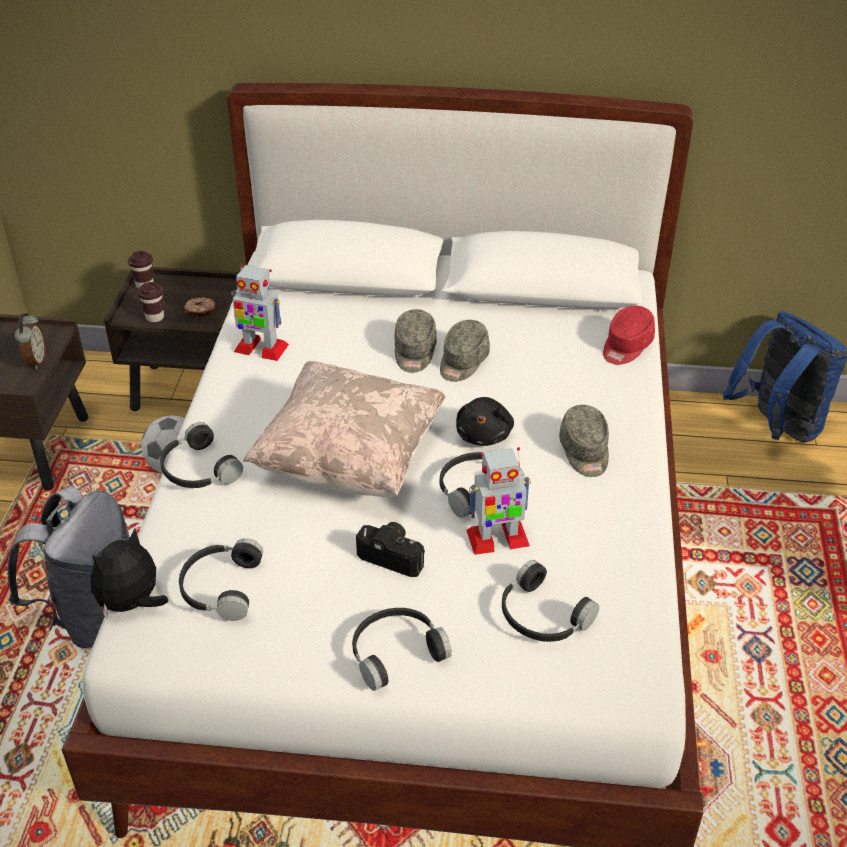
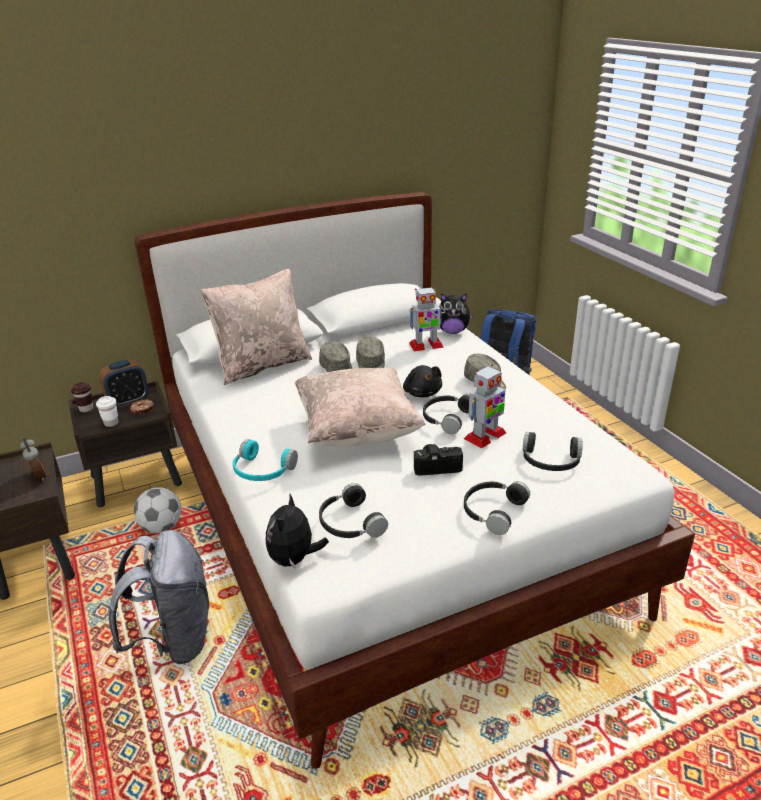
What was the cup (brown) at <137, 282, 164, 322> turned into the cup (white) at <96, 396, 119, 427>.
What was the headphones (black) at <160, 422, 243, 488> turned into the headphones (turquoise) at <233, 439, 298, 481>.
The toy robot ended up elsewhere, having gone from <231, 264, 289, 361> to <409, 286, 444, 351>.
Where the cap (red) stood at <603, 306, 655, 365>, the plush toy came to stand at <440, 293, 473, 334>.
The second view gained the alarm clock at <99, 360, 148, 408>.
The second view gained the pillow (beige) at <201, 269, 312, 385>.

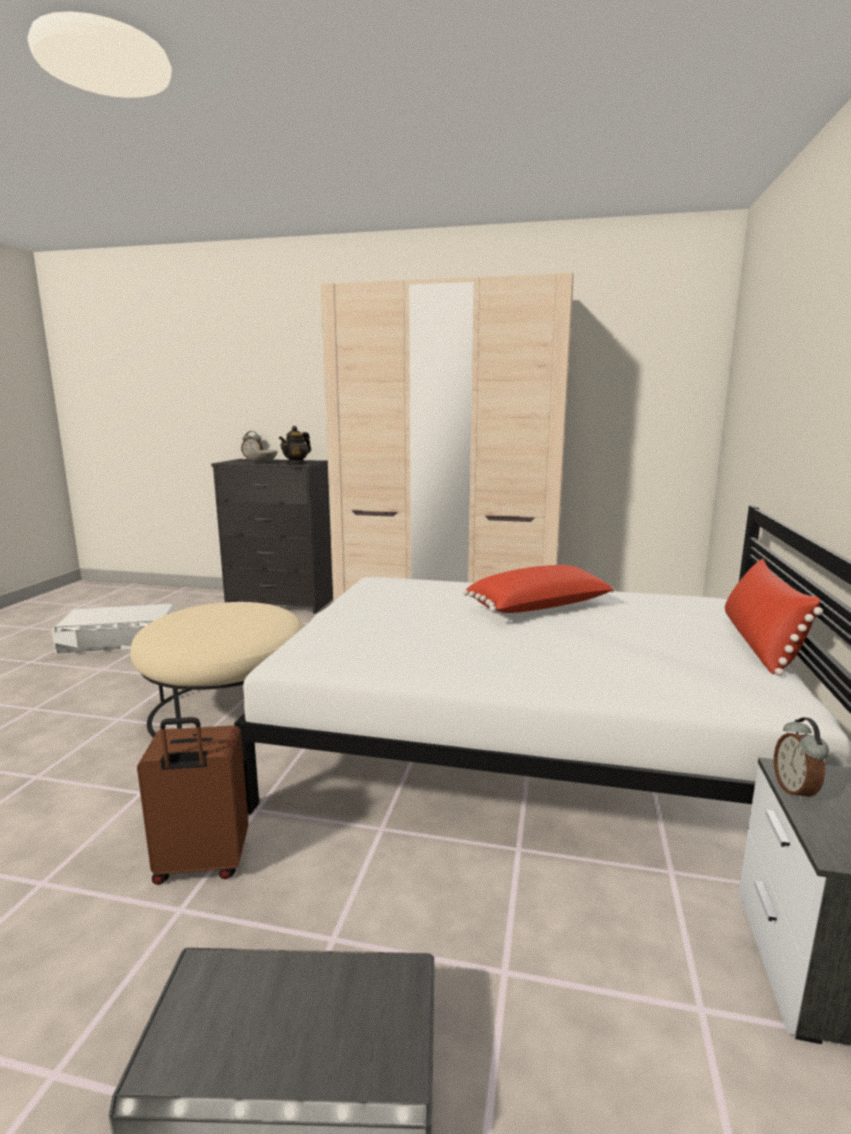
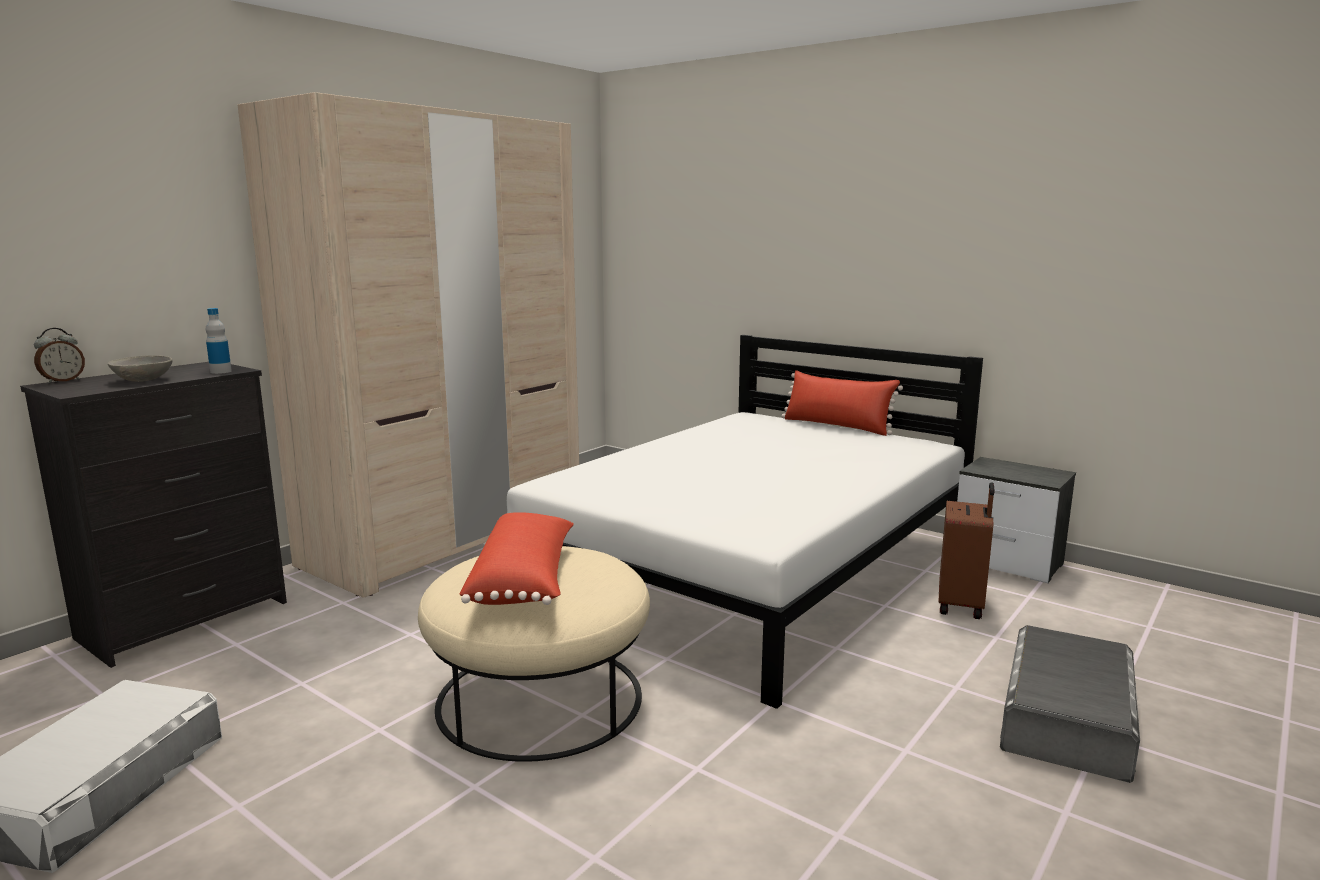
The suitcase (brown) ended up elsewhere, having gone from <137, 717, 249, 885> to <939, 482, 995, 619>.
Where the teapot stood at <279, 426, 311, 465>, the bottle came to stand at <206, 308, 232, 374>.
The pillow (red) ended up elsewhere, having gone from <463, 565, 614, 613> to <460, 512, 574, 605>.
The second view lost the alarm clock at <774, 717, 829, 802>.

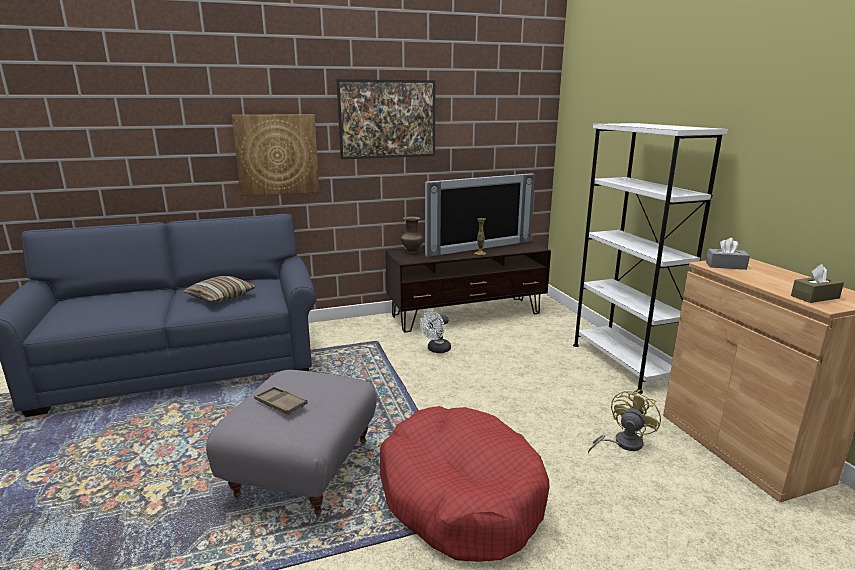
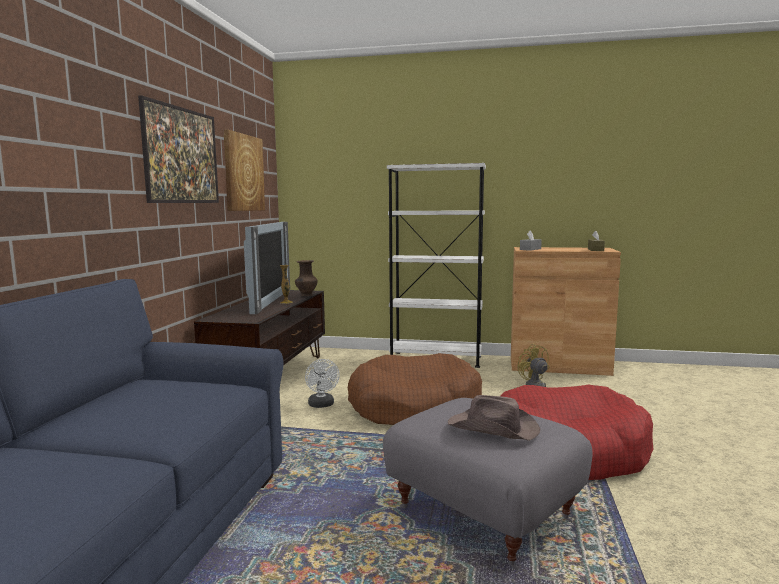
The second view lost the pillow at <183, 276, 256, 303>.
The picture ended up elsewhere, having gone from <232, 115, 319, 196> to <224, 130, 265, 211>.
Where the tray (brown) stood at <254, 386, 308, 415>, the hat (brown) came to stand at <448, 395, 540, 441>.
The vase (brown) ended up elsewhere, having gone from <401, 217, 423, 253> to <295, 260, 318, 296>.
The second view gained the dog bed (brown) at <348, 353, 482, 425>.

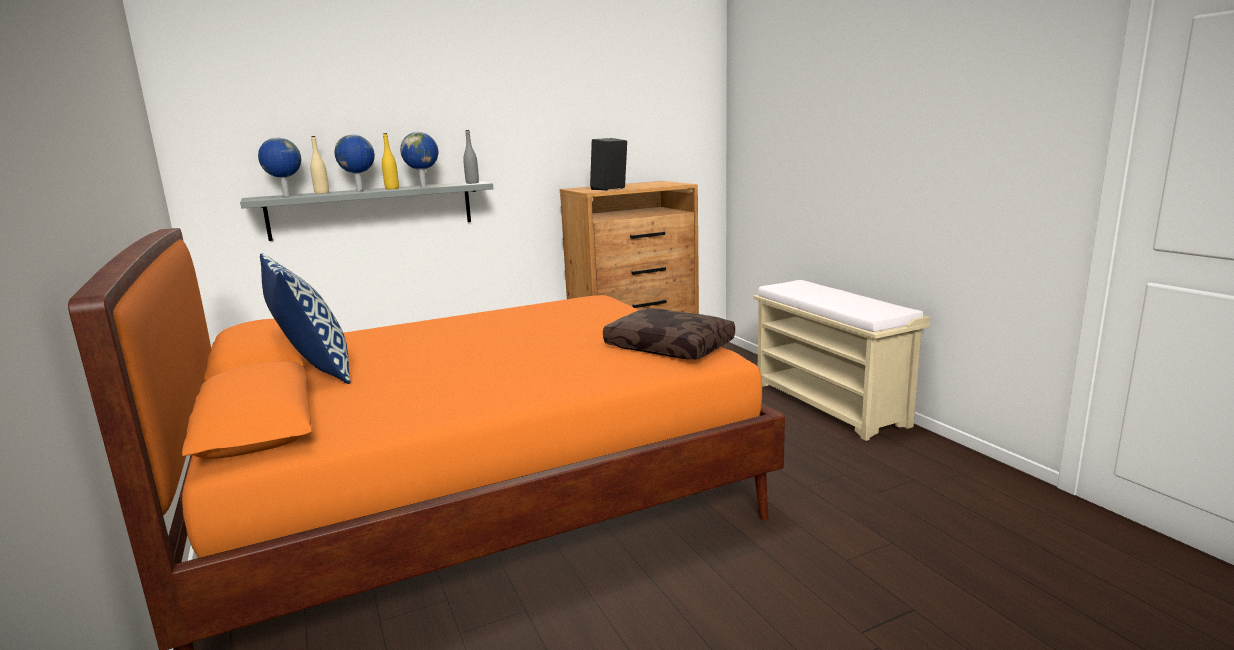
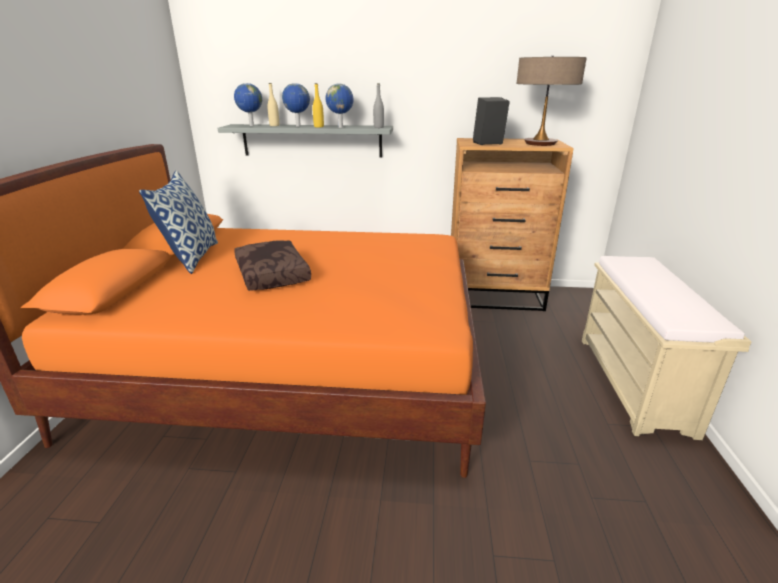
The pillow (brown) ended up elsewhere, having gone from <603, 308, 735, 359> to <234, 240, 311, 291>.
The second view gained the table lamp at <517, 56, 587, 146>.

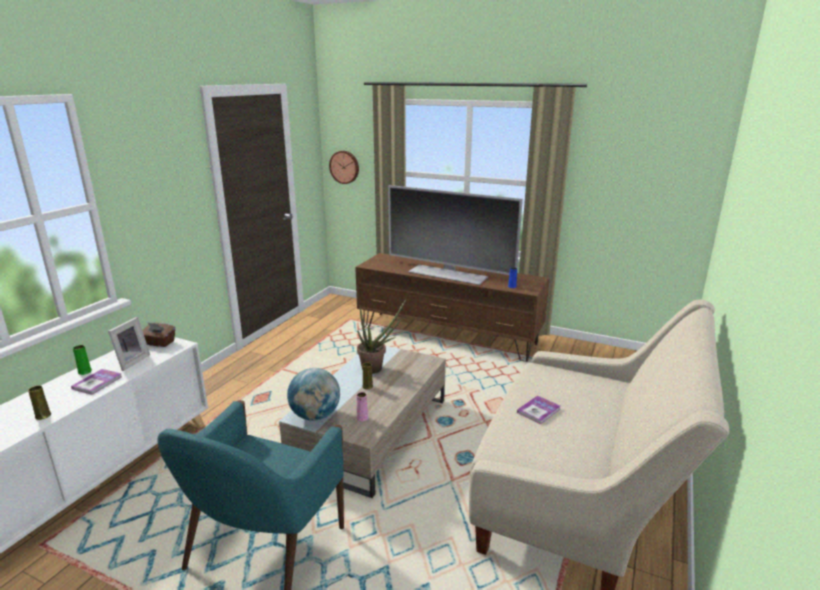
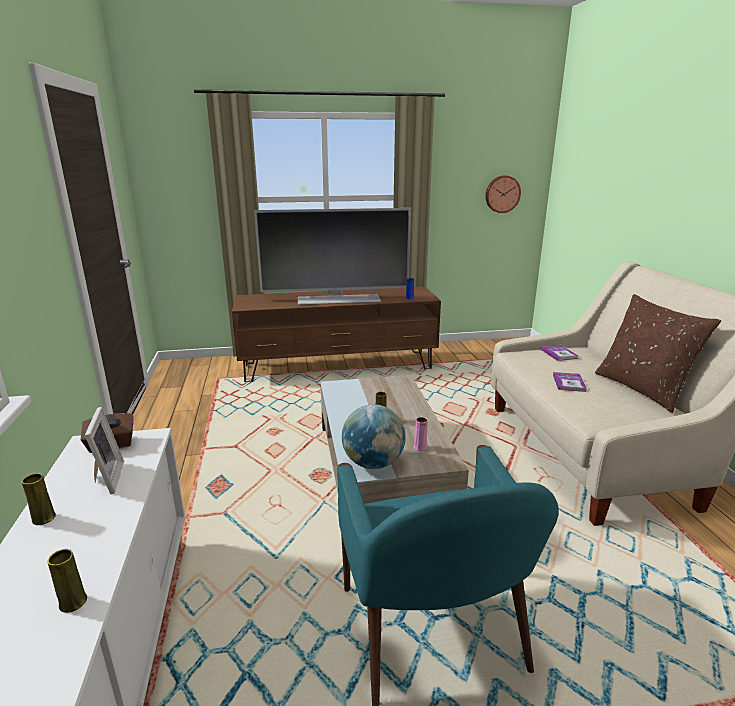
The book ended up elsewhere, having gone from <71, 369, 122, 395> to <540, 345, 578, 361>.
What was the vase (green) at <73, 345, 92, 375> turned into the vase (yellow) at <22, 473, 56, 525>.
The wall clock ended up elsewhere, having gone from <329, 151, 359, 184> to <485, 176, 521, 213>.
The second view lost the potted plant at <357, 300, 406, 374>.
The second view gained the pillow (brown) at <595, 294, 721, 413>.

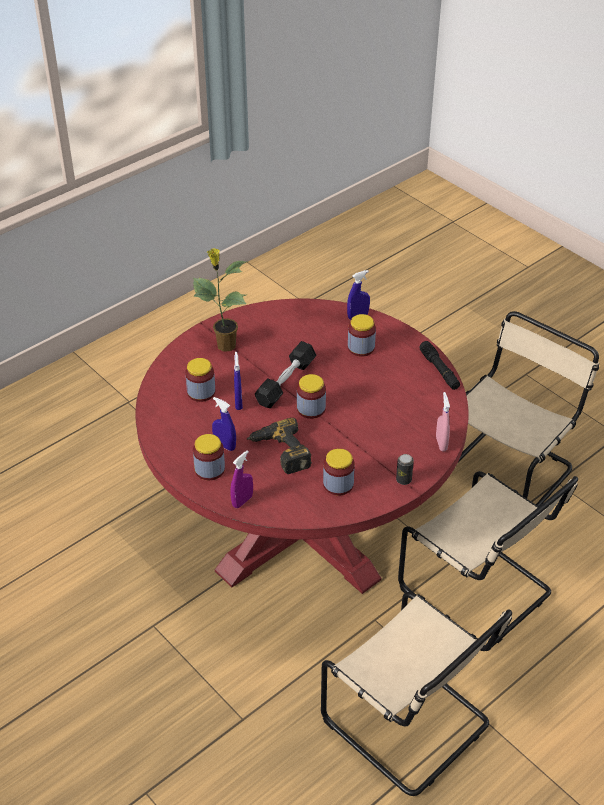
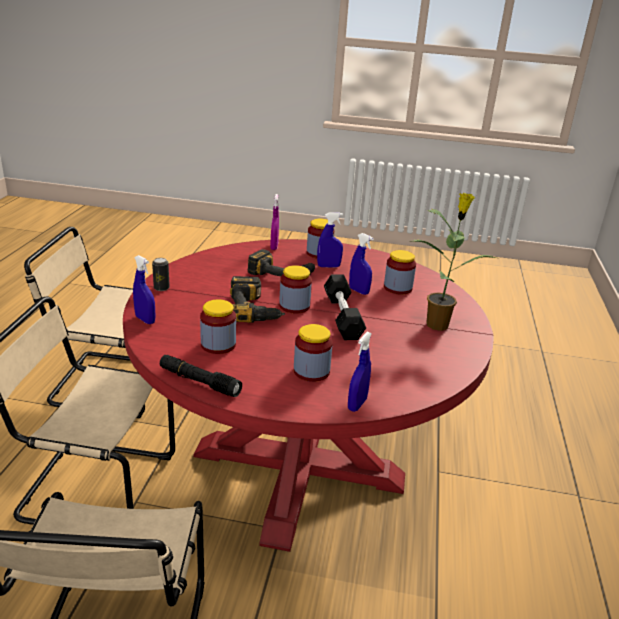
The jar ended up elsewhere, having gone from <323, 448, 355, 495> to <200, 299, 236, 354>.
What was the spray bottle (pink) at <436, 392, 450, 451> turned into the spray bottle (blue) at <133, 255, 156, 324>.
The second view gained the power drill at <230, 276, 285, 323>.

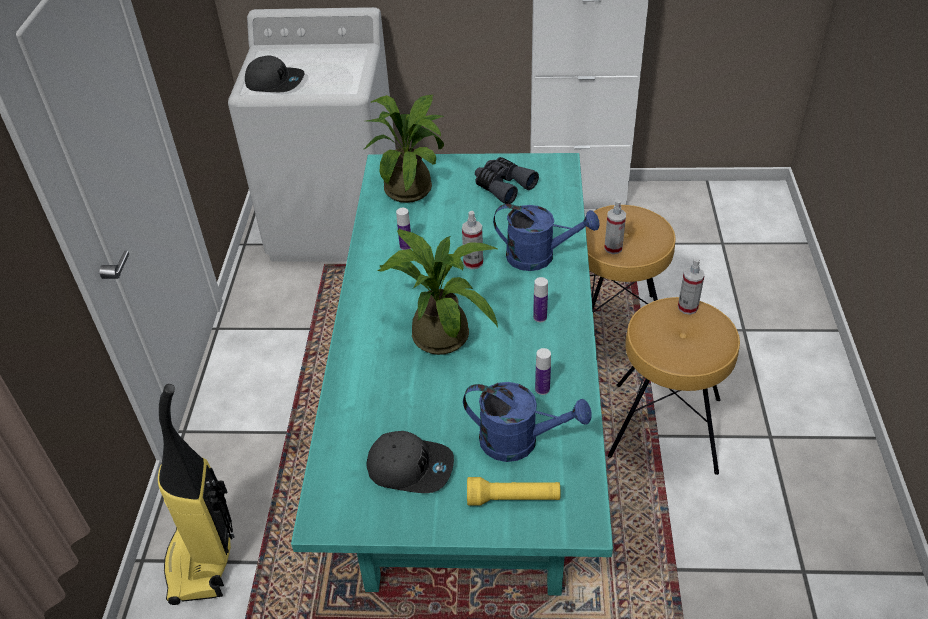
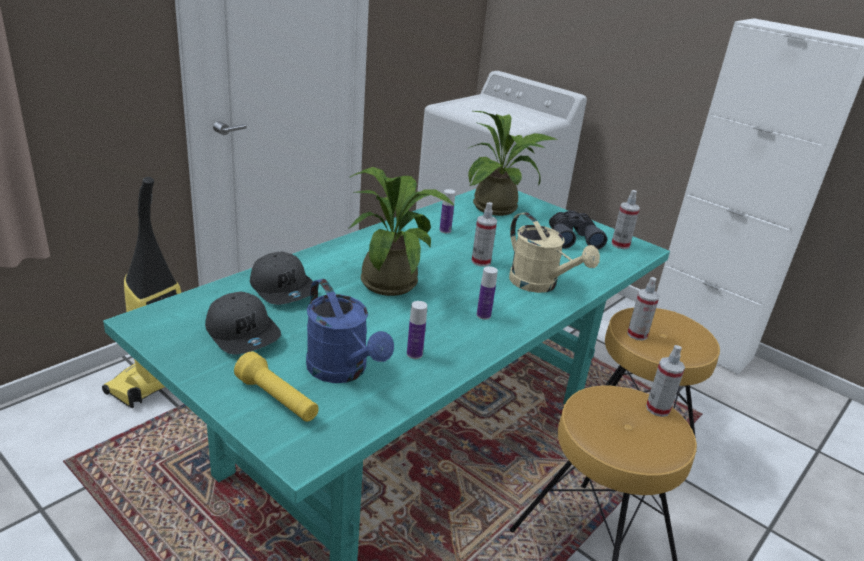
The cap (grey) ended up elsewhere, having gone from <245, 55, 305, 92> to <250, 252, 313, 305>.
What was the watering can (blue) at <493, 204, 599, 271> turned into the watering can (beige) at <509, 212, 600, 293>.
The second view gained the spray bottle at <611, 190, 640, 249>.

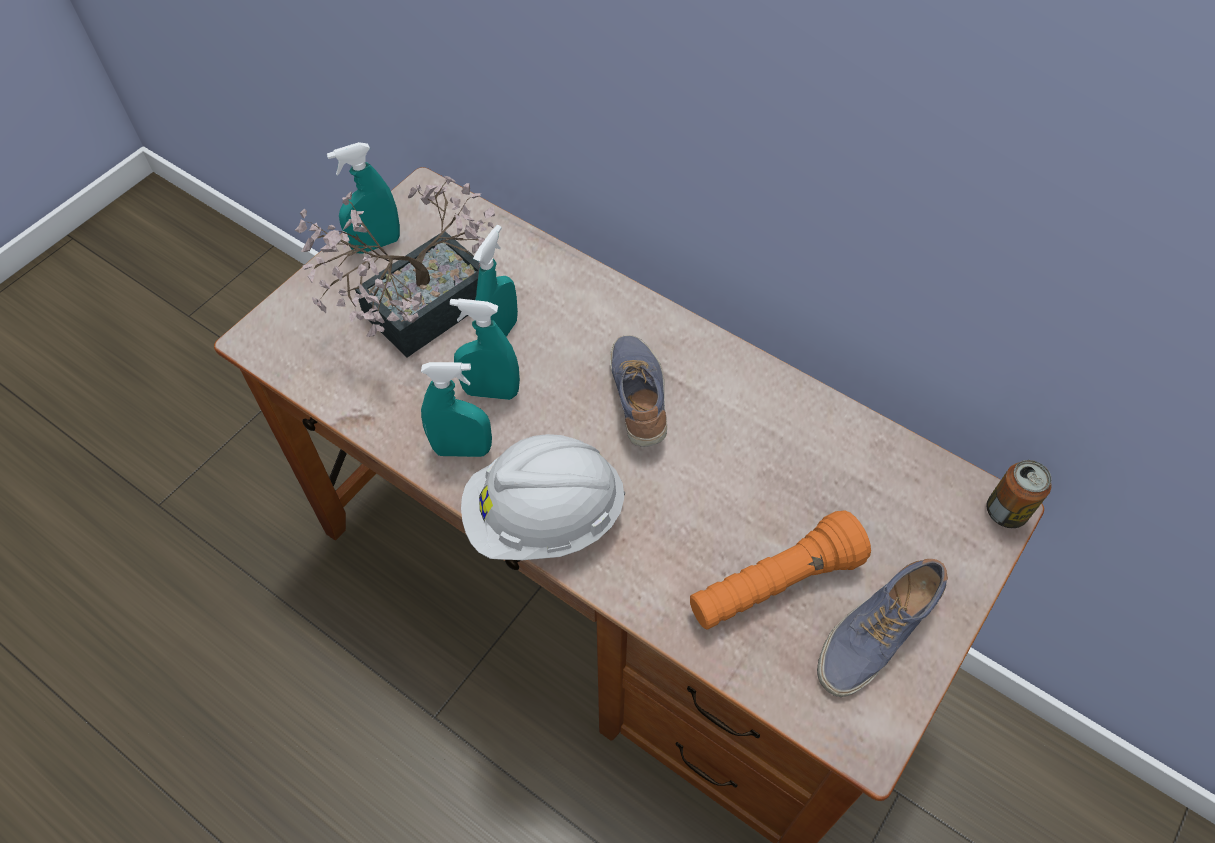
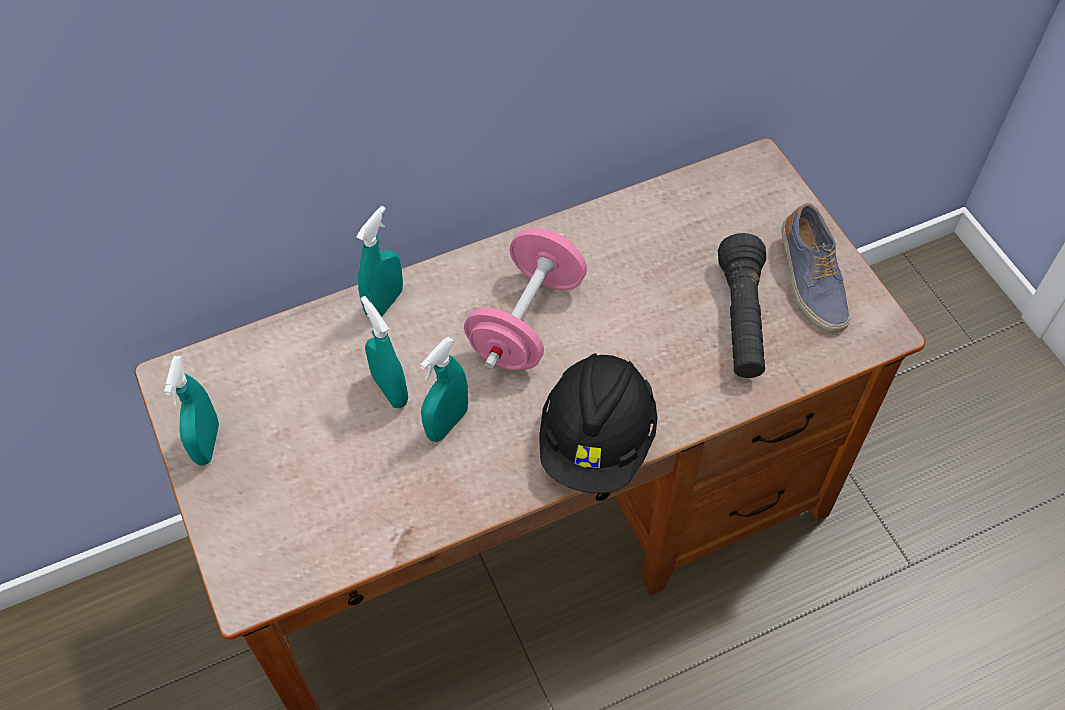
The second view lost the potted plant at <295, 176, 495, 357>.
The spray bottle (turquoise) ended up elsewhere, having gone from <421, 362, 492, 457> to <356, 206, 403, 318>.
What was the hard hat (white) at <461, 434, 625, 560> turned into the hard hat (black) at <539, 353, 658, 493>.
Where the shoe stood at <610, 335, 667, 447>, the dumbbell (pink) came to stand at <464, 228, 587, 370>.
What was the flashlight (orange) at <690, 510, 871, 630> turned into the flashlight (black) at <718, 233, 766, 378>.
The second view lost the can at <987, 460, 1051, 528>.

